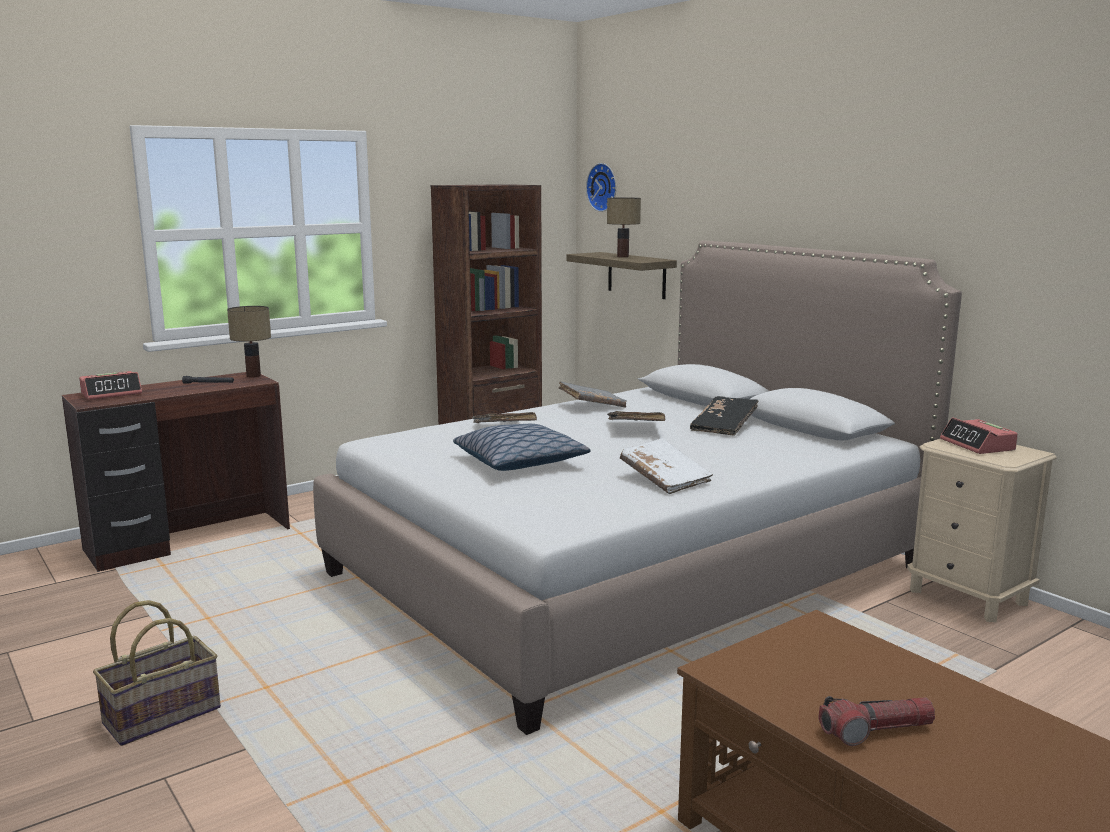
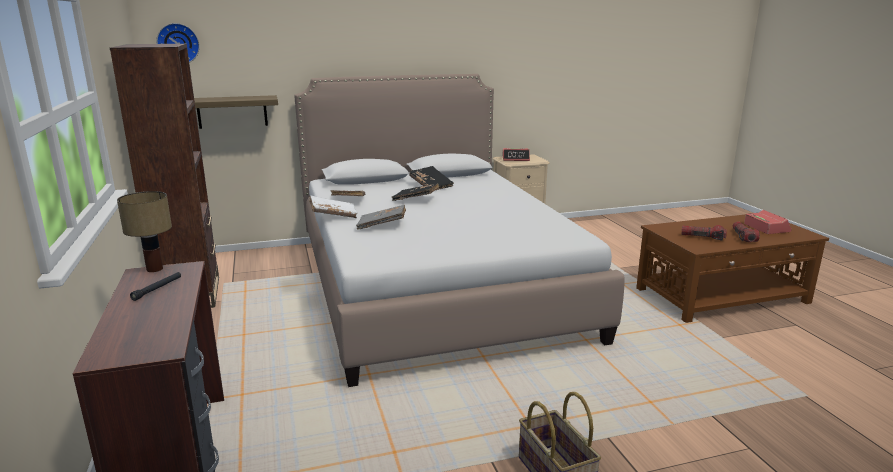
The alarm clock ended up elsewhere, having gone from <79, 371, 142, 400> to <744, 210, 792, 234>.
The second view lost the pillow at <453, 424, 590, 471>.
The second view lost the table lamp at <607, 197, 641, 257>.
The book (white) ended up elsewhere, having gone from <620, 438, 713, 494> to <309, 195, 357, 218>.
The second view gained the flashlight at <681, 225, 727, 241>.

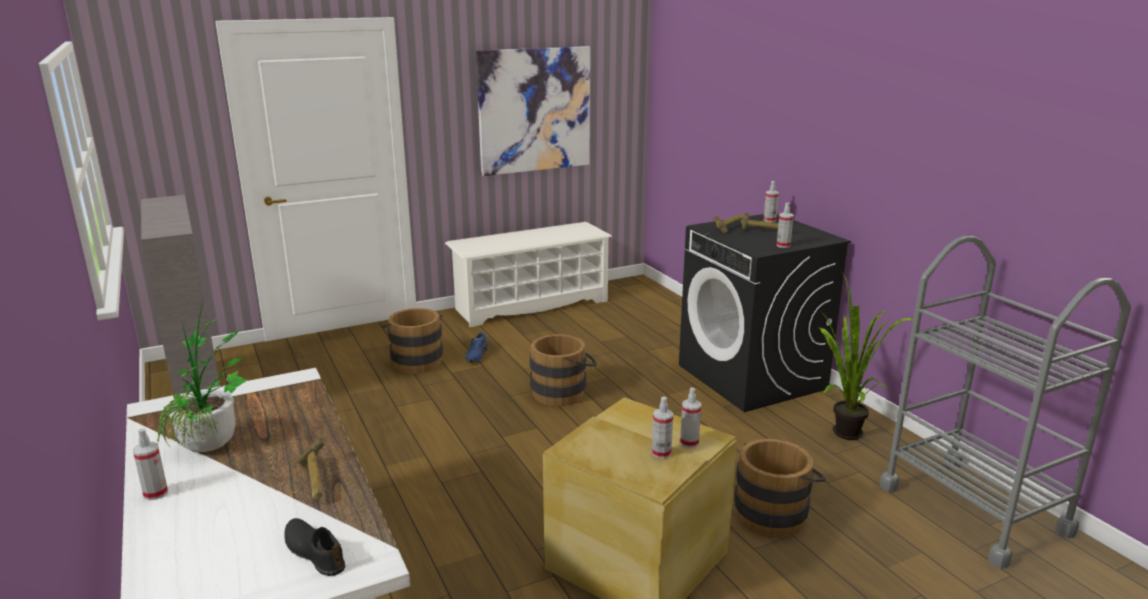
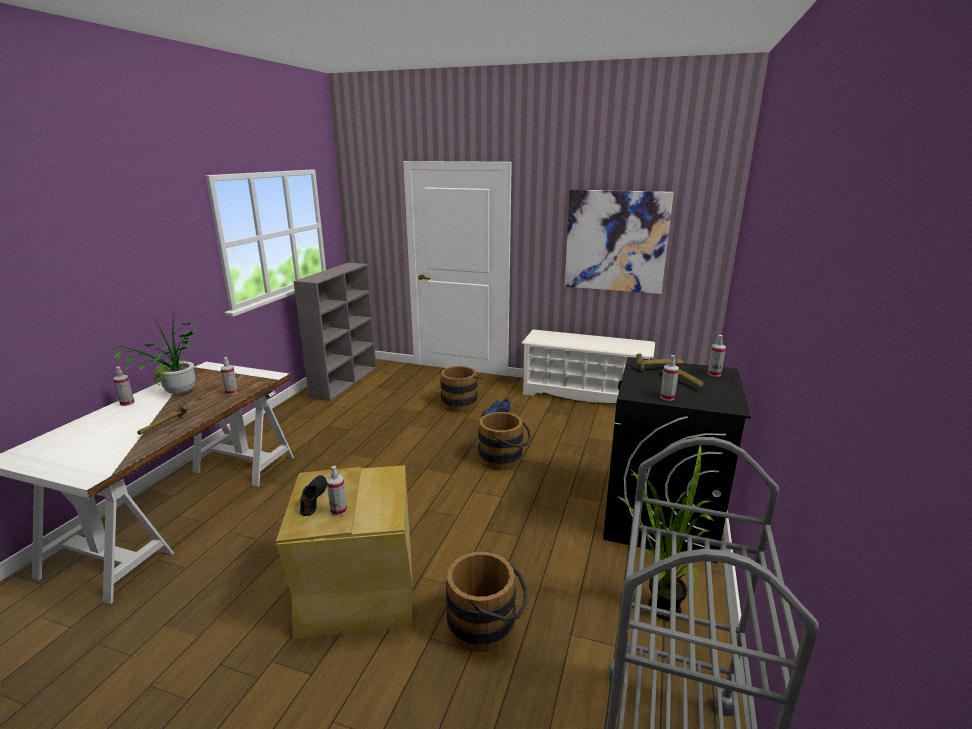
The shoe (black) ended up elsewhere, having gone from <284, 518, 345, 576> to <300, 475, 327, 516>.
The spray bottle ended up elsewhere, having gone from <680, 388, 701, 448> to <221, 357, 238, 395>.

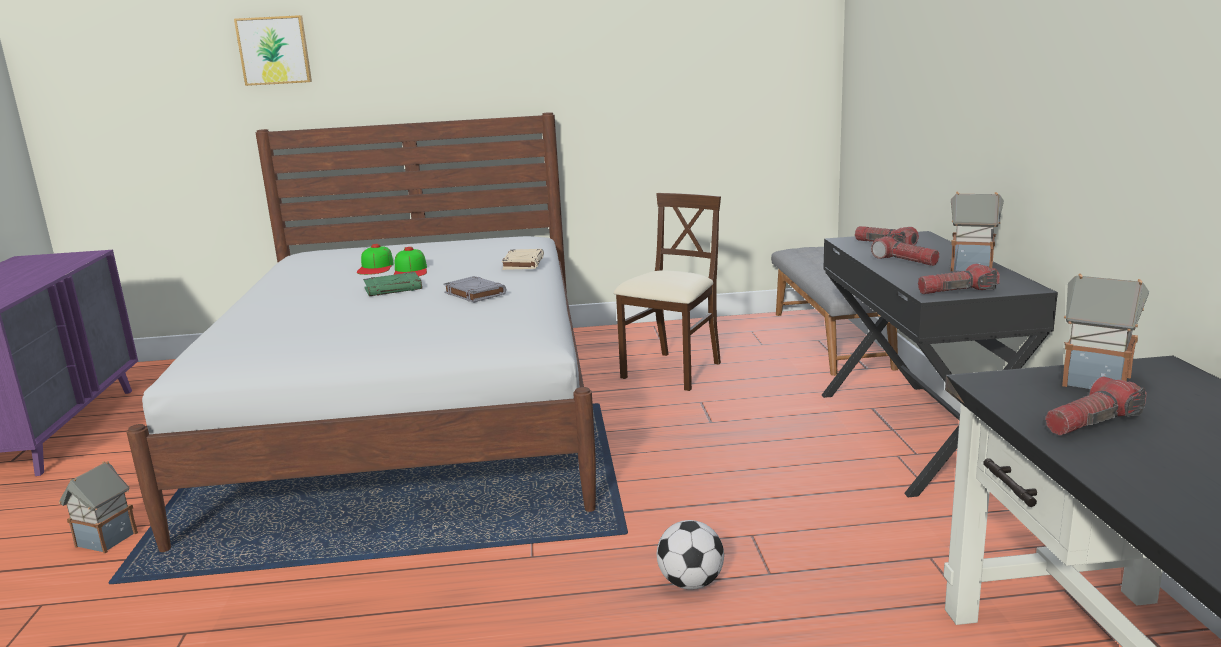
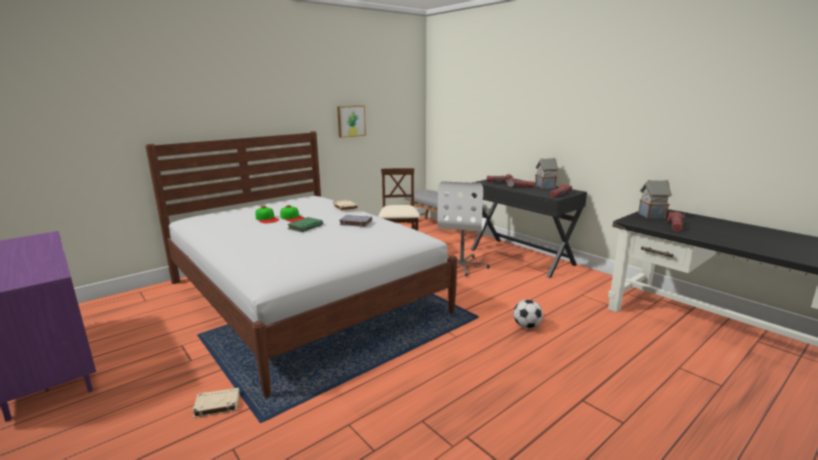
Where the toy house stood at <59, 461, 138, 553>, the book (beige) came to stand at <192, 388, 240, 418>.
The picture ended up elsewhere, having gone from <234, 15, 312, 86> to <337, 105, 366, 138>.
The second view gained the office chair (white) at <437, 181, 490, 277>.

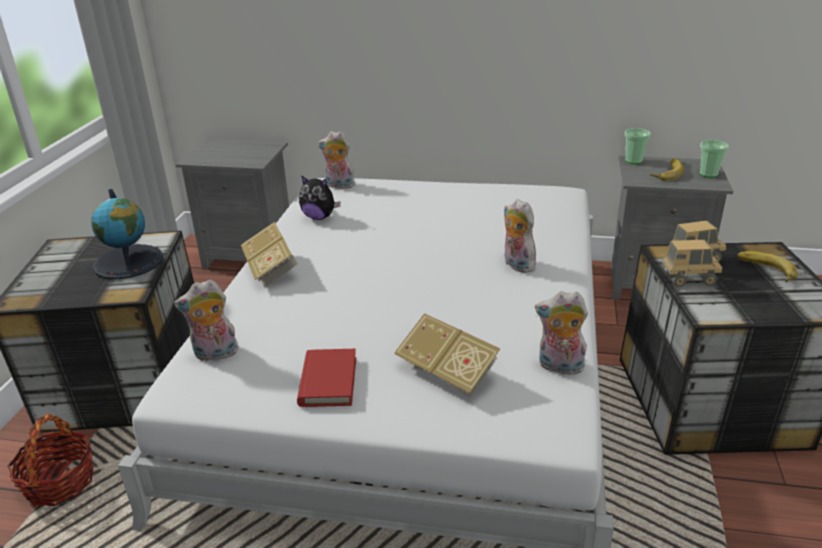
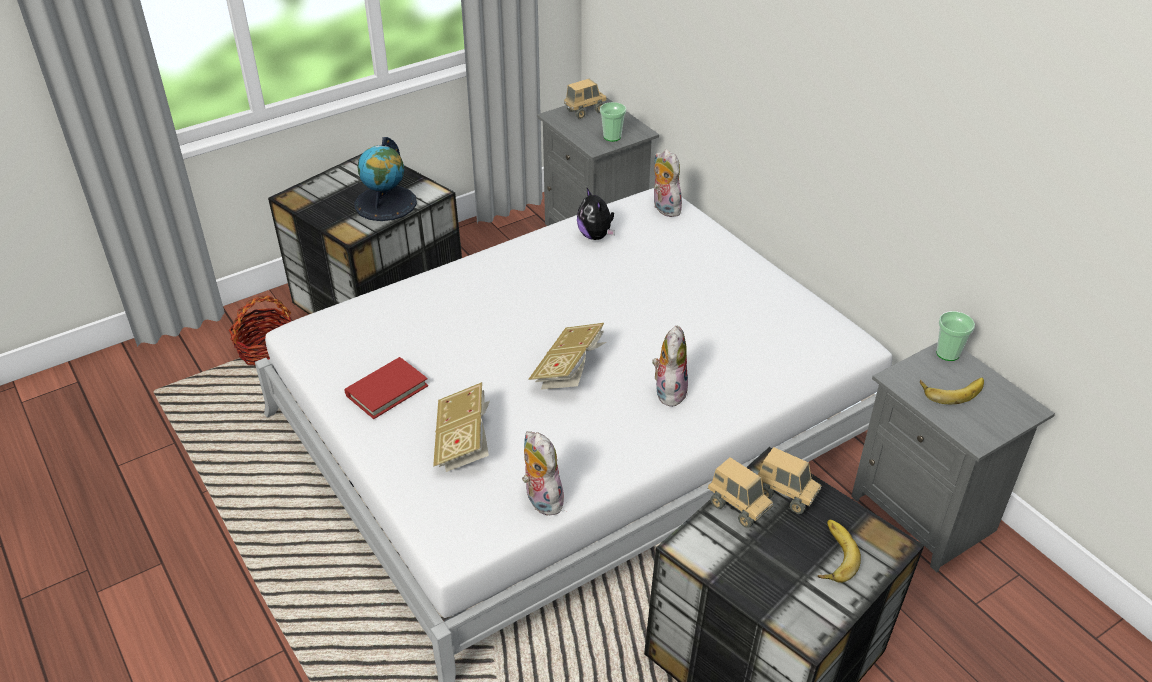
The second view lost the plush toy at <174, 280, 239, 361>.
The book ended up elsewhere, having gone from <241, 222, 298, 287> to <528, 323, 606, 390>.
The cup ended up elsewhere, having gone from <700, 140, 729, 178> to <600, 102, 626, 142>.
The second view gained the toy truck at <564, 79, 607, 119>.

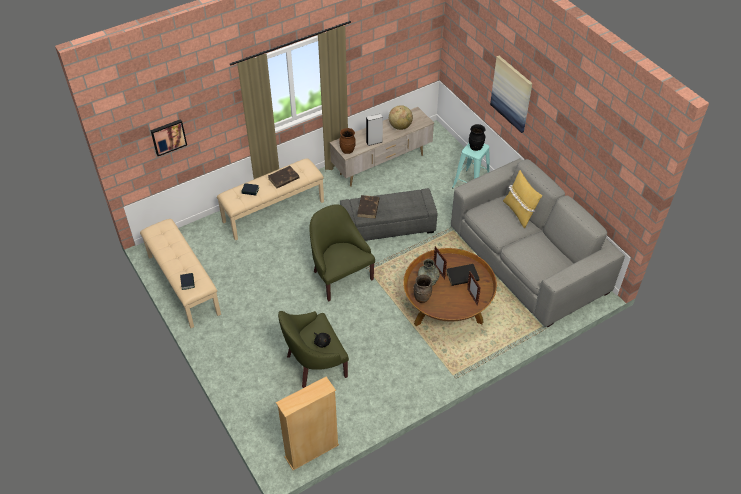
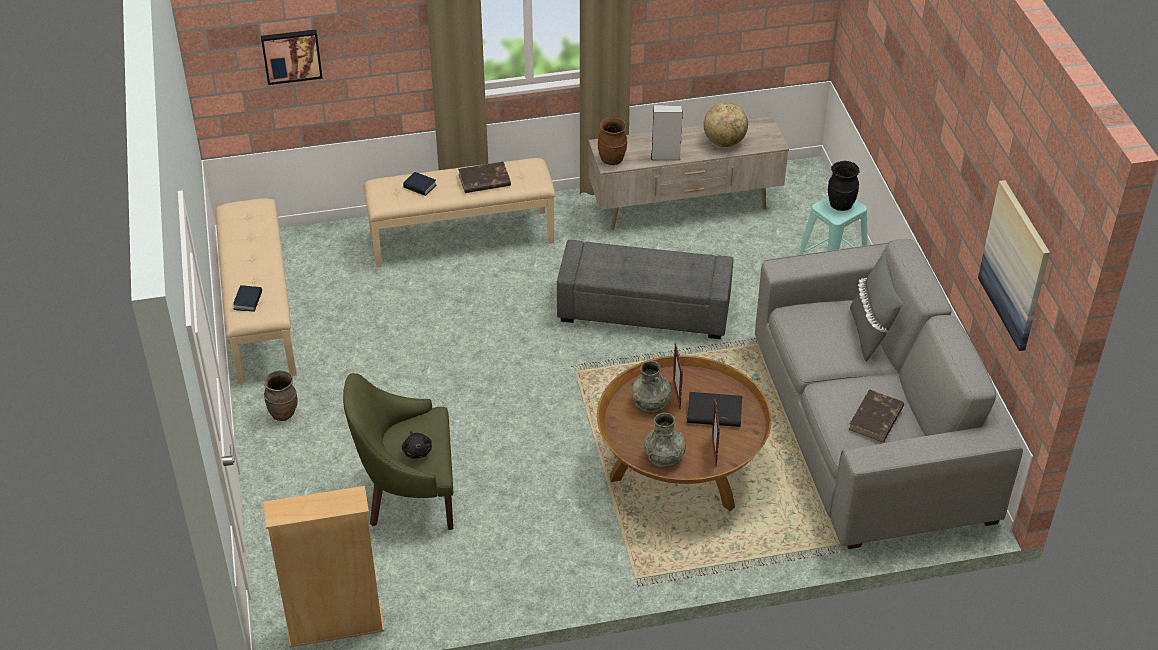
The second view lost the armchair (green) at <309, 204, 375, 302>.
The book (brown) ended up elsewhere, having gone from <357, 195, 380, 219> to <849, 389, 904, 442>.
The vase (brown) ended up elsewhere, having gone from <413, 275, 432, 303> to <264, 370, 298, 421>.
The picture ended up elsewhere, having gone from <490, 56, 532, 133> to <978, 180, 1050, 351>.
What was the pillow (yellow) at <503, 170, 542, 228> turned into the pillow (grey) at <850, 252, 903, 362>.
The second view gained the vase (grey) at <644, 413, 686, 468>.

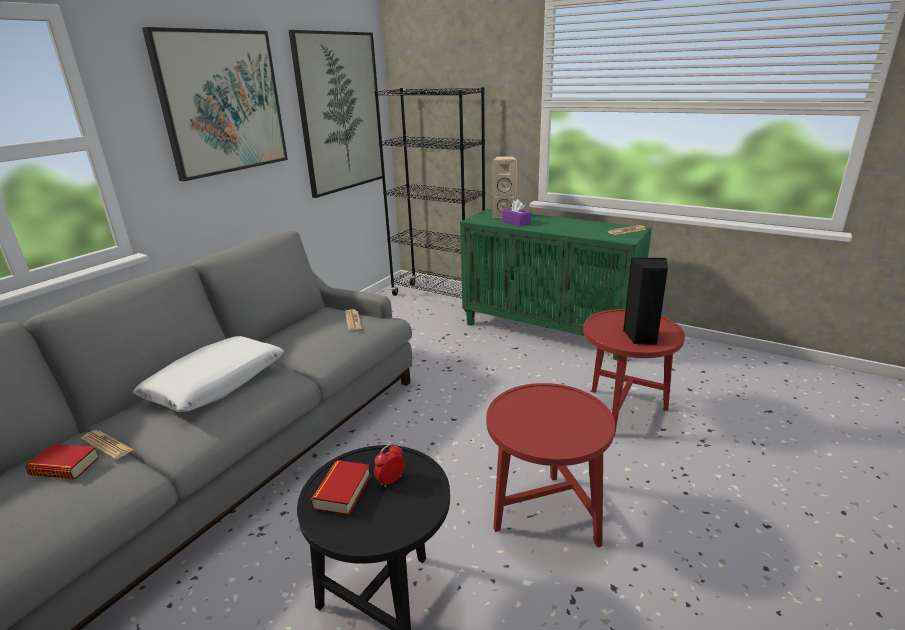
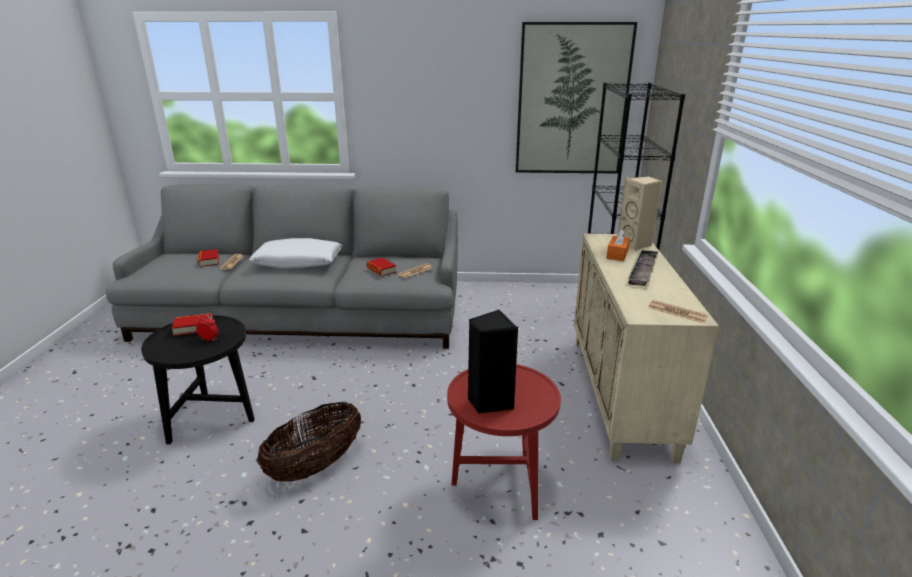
The second view lost the picture at <142, 27, 288, 181>.
What was the cabinet (green) at <460, 209, 652, 360> turned into the cabinet (beige) at <574, 234, 719, 463>.
Where the side table (red) stood at <486, 383, 615, 547>, the basket came to stand at <257, 401, 361, 482>.
What was the tissue box (purple) at <502, 199, 531, 227> turned into the tissue box (orange) at <606, 229, 630, 261>.
The second view gained the book at <367, 257, 397, 276>.
The second view gained the tray at <627, 249, 659, 286>.

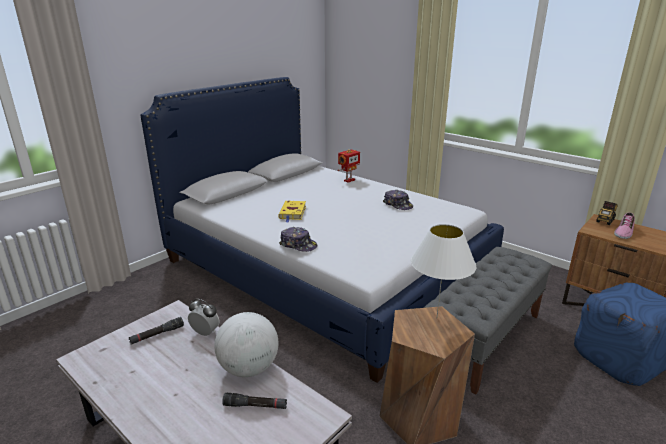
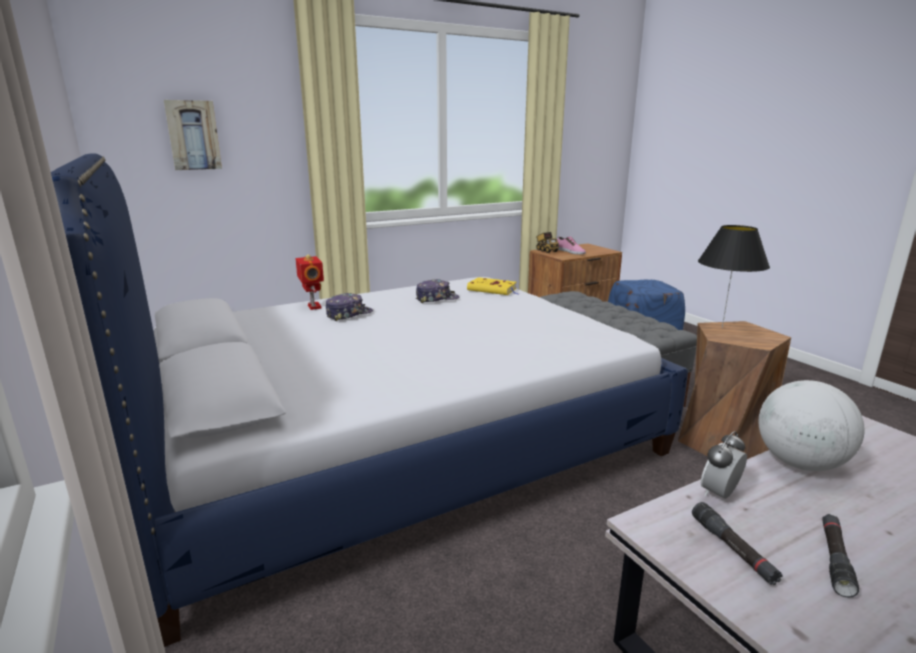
The flashlight (black) ended up elsewhere, having gone from <222, 393, 287, 409> to <822, 514, 859, 597>.
The book (yellow) ended up elsewhere, having gone from <278, 201, 306, 223> to <467, 277, 520, 295>.
The cap ended up elsewhere, having gone from <279, 227, 317, 252> to <326, 293, 373, 321>.
What was the table lamp (white) at <411, 224, 476, 317> turned into the table lamp (black) at <698, 225, 770, 328>.
The second view gained the picture at <164, 100, 222, 170>.

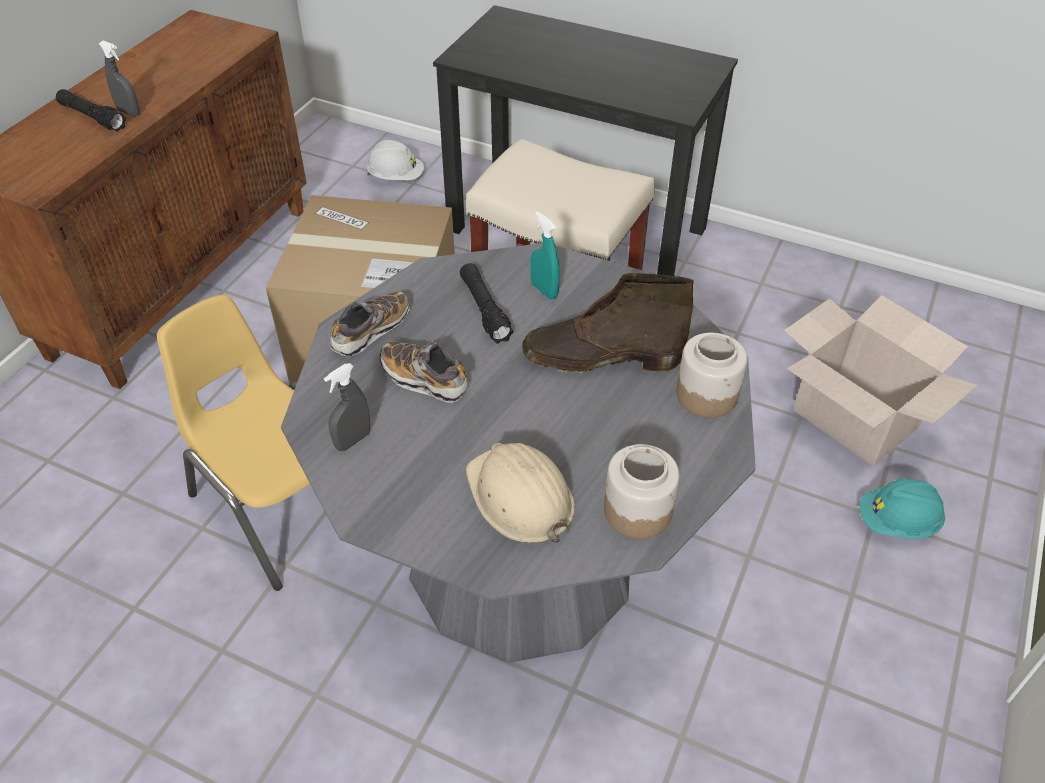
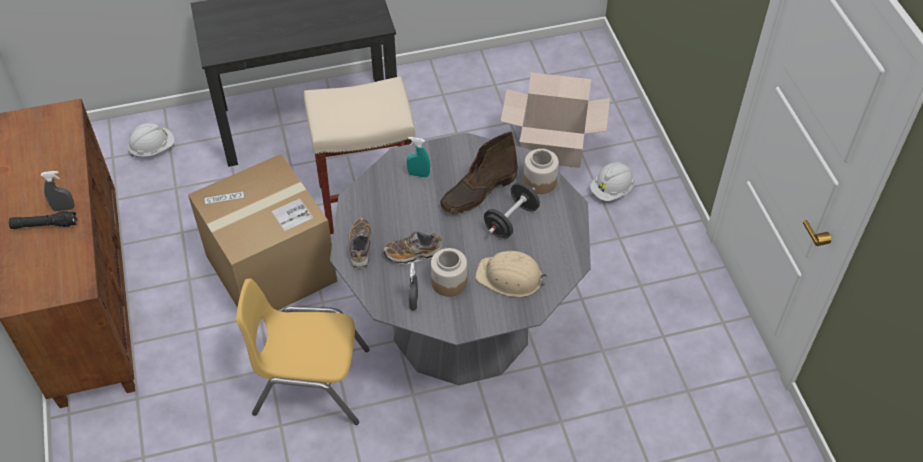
The second view lost the flashlight (black) at <460, 263, 513, 344>.
The jar ended up elsewhere, having gone from <604, 444, 680, 539> to <431, 248, 467, 297>.
What was the hard hat (turquoise) at <860, 478, 945, 539> turned into the hard hat (white) at <590, 162, 634, 201>.
The second view gained the dumbbell (black) at <484, 182, 540, 238>.

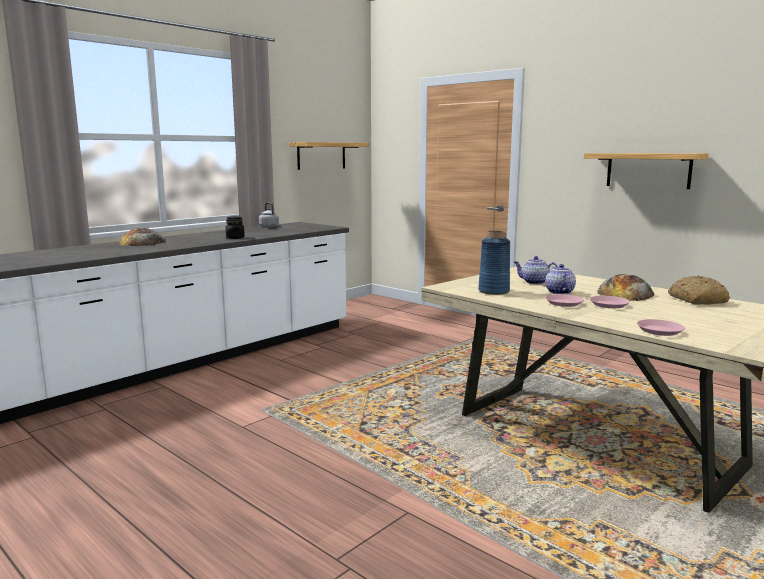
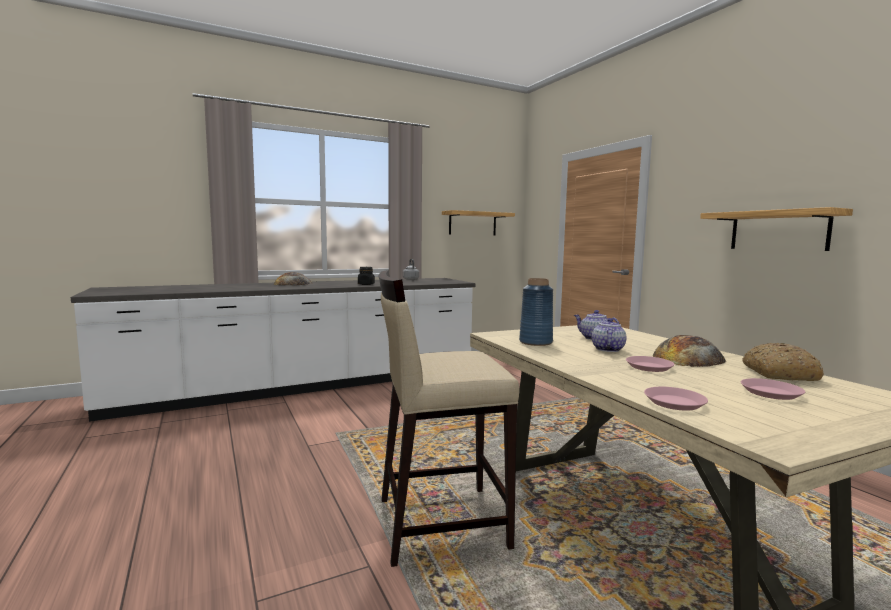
The plate (pink) ended up elsewhere, having gone from <545, 294, 584, 307> to <741, 378, 805, 400>.
The second view gained the stool (beige) at <379, 270, 520, 567>.

